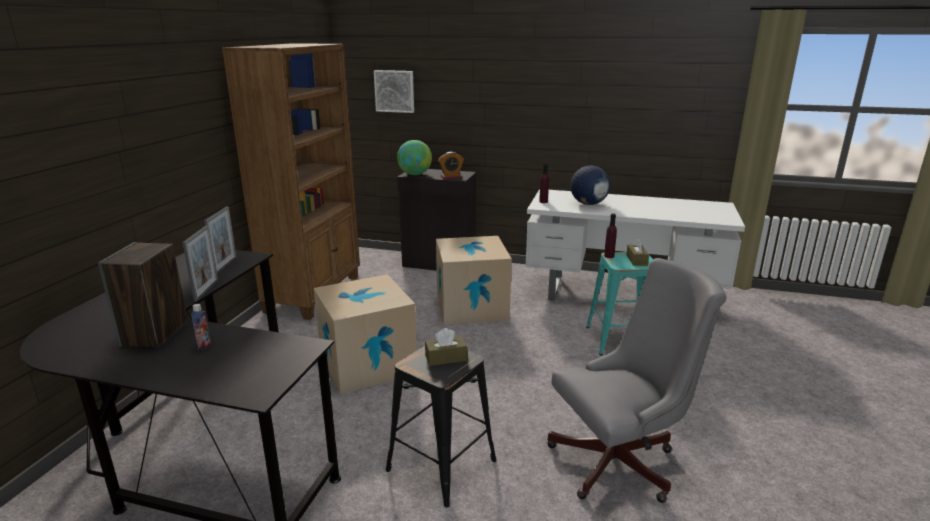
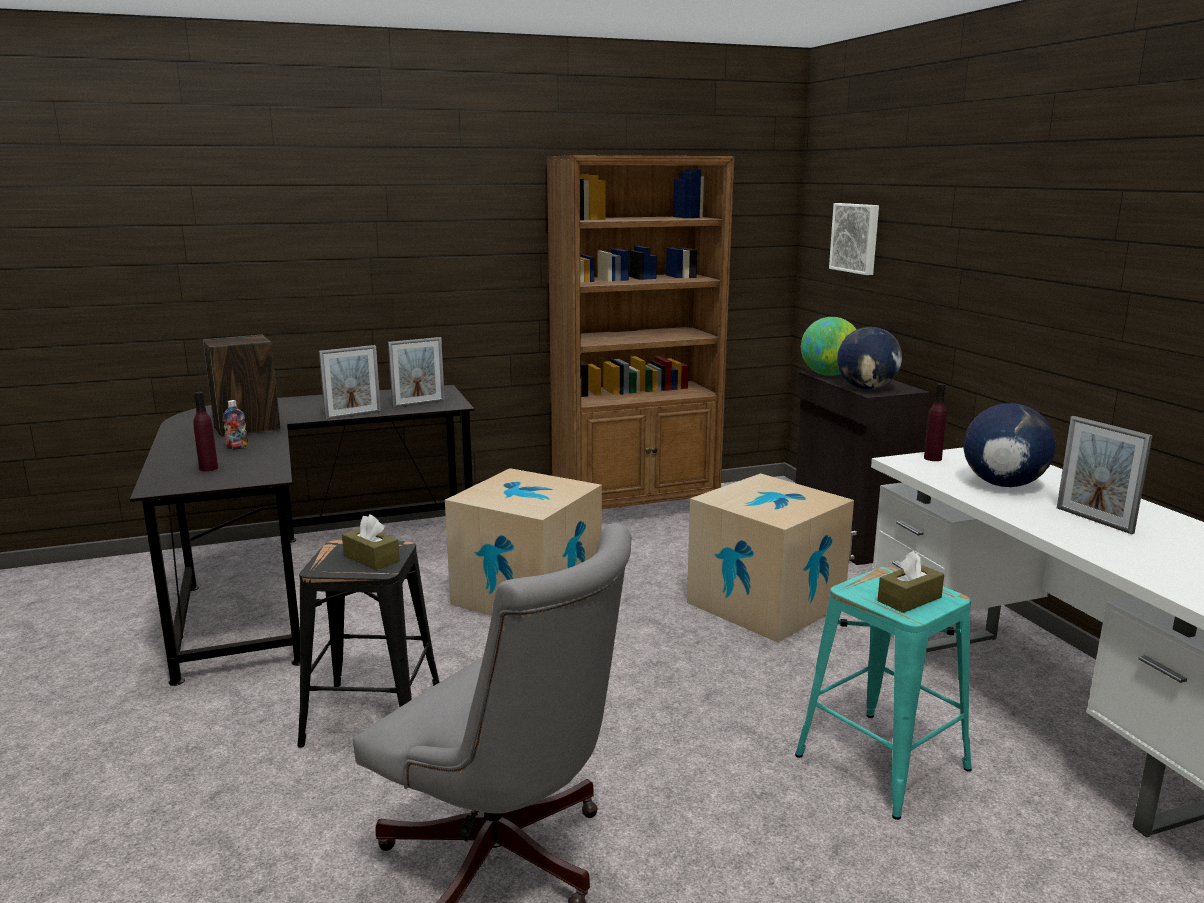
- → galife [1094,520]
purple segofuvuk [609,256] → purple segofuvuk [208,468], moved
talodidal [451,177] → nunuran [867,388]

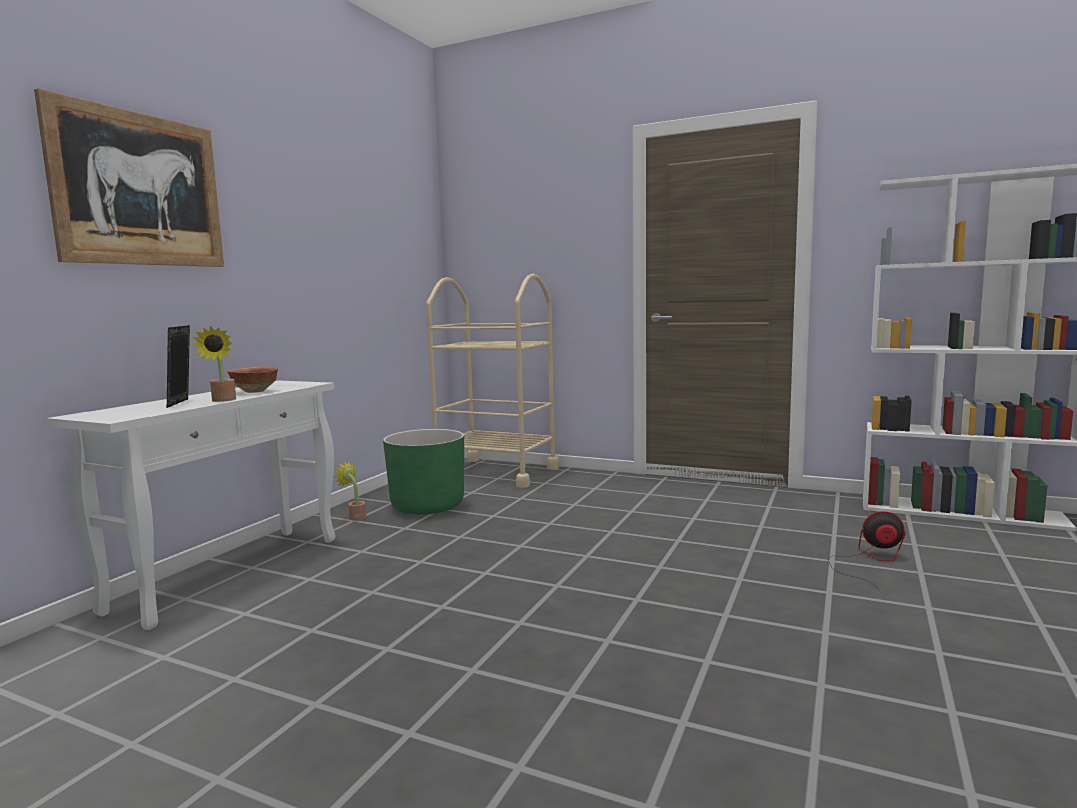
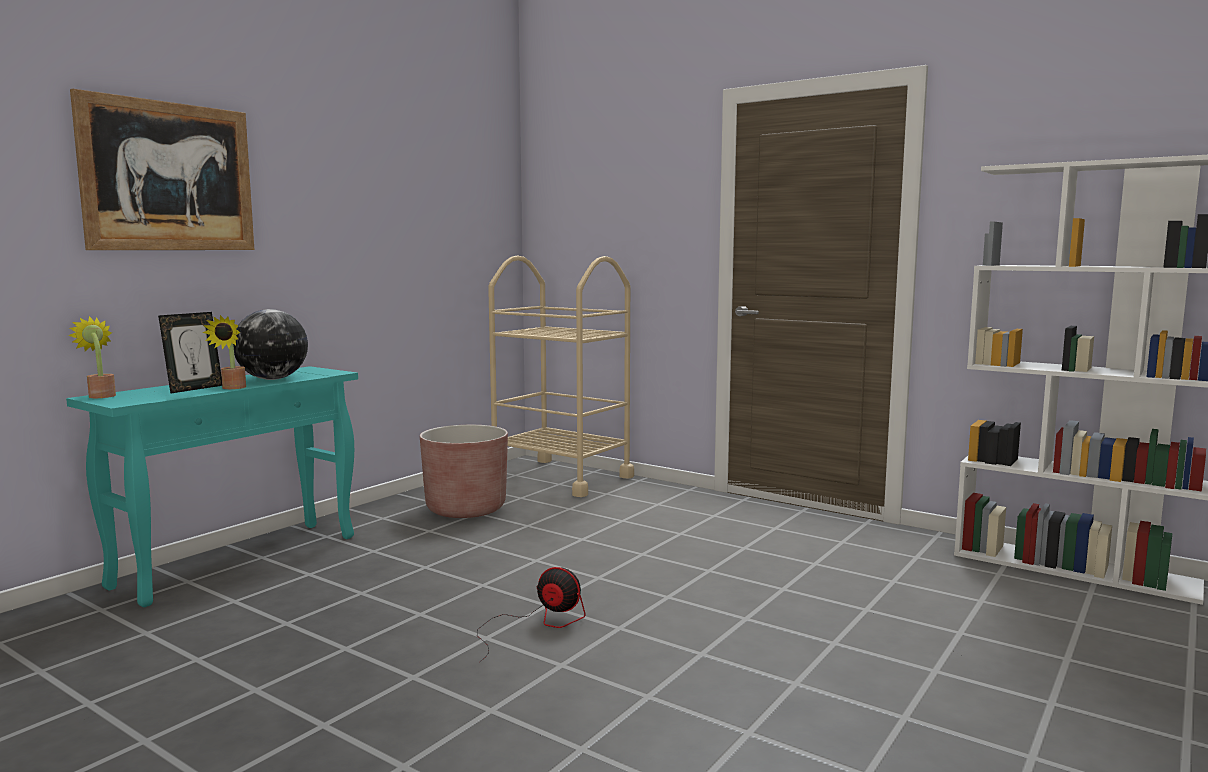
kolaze [355,517] → kolaze [101,395], moved
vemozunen [870,560] → vemozunen [536,624], moved
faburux [256,391] → nunuran [273,379]
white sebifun [231,572] → turquoise sebifun [240,560]
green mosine [427,506] → brown mosine [466,509]
galife [182,403] → galife [194,389], 150 degrees counterclockwise

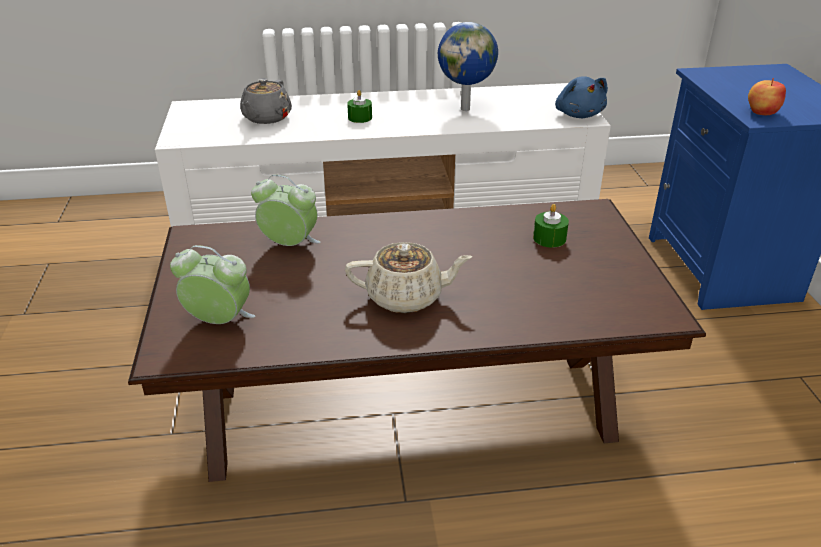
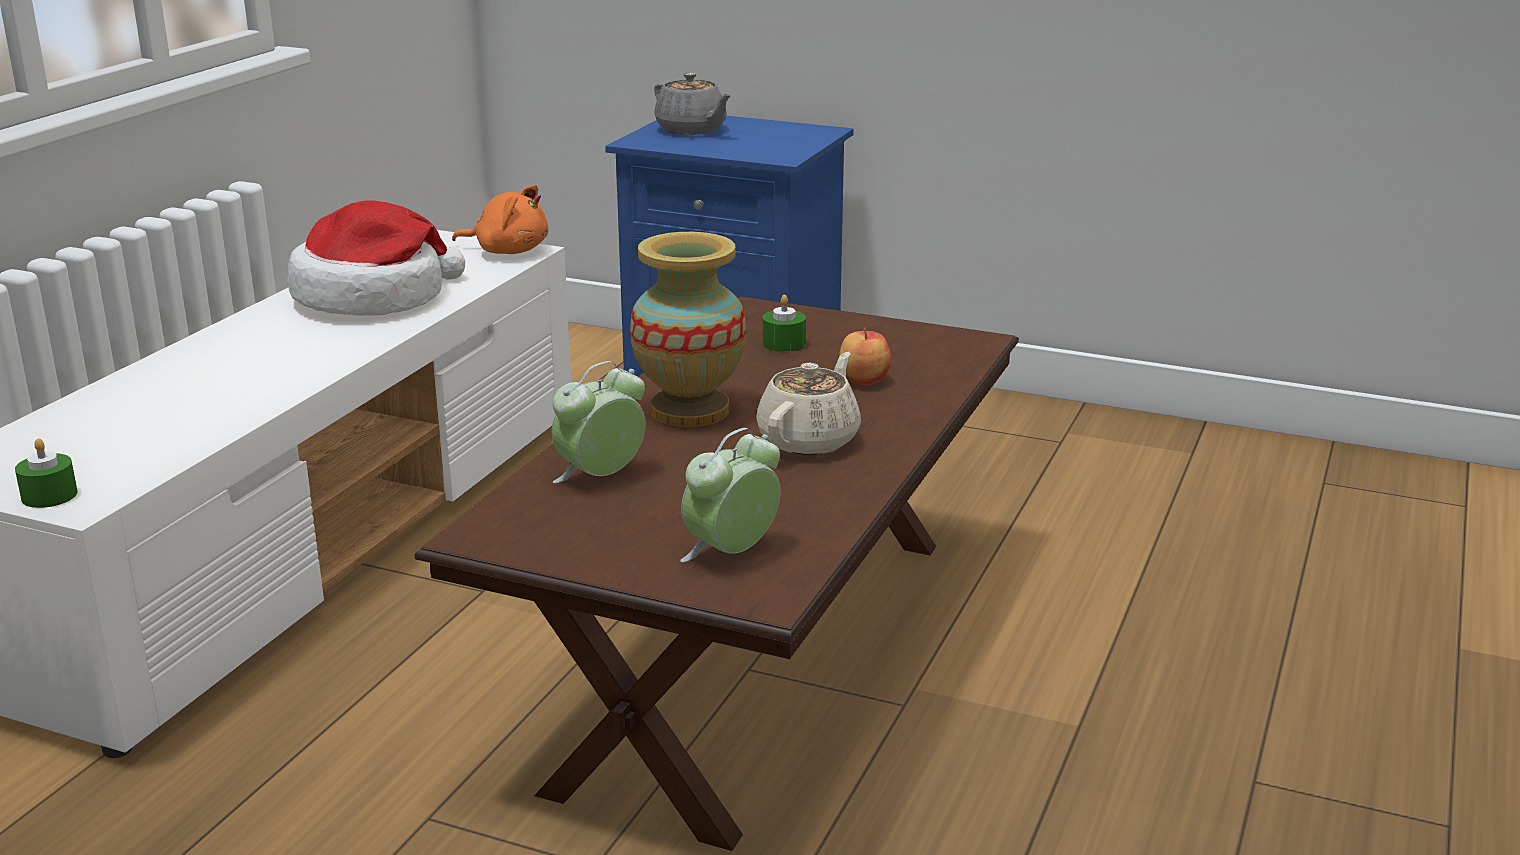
- → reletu [689,411]
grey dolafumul [266,118] → grey dolafumul [692,130], moved
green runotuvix [360,118] → green runotuvix [49,495], moved
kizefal [762,112] → kizefal [863,380], moved
nunuran [466,108] → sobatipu [373,297]
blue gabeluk [578,114] → orange gabeluk [508,251]

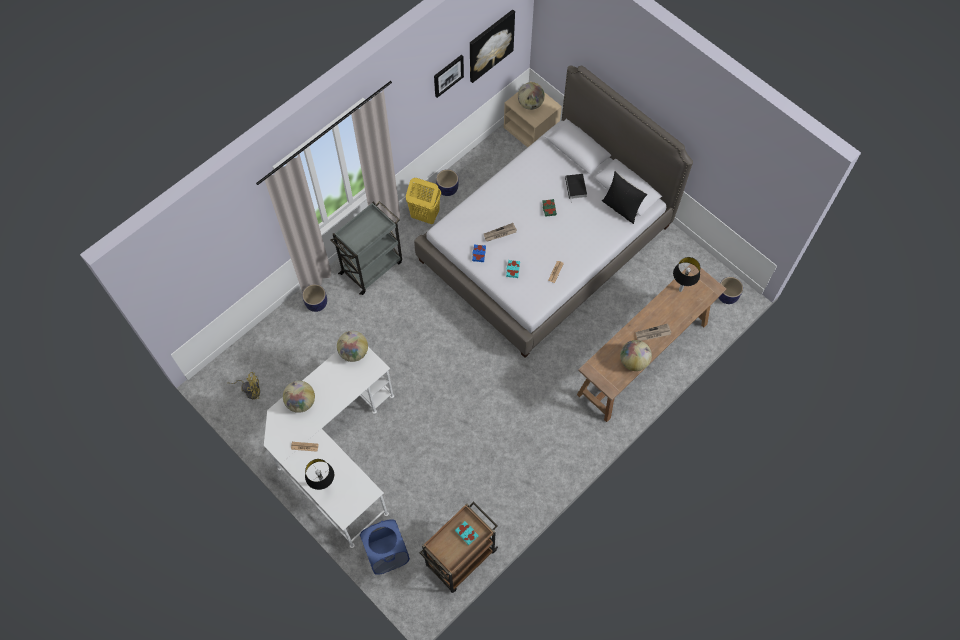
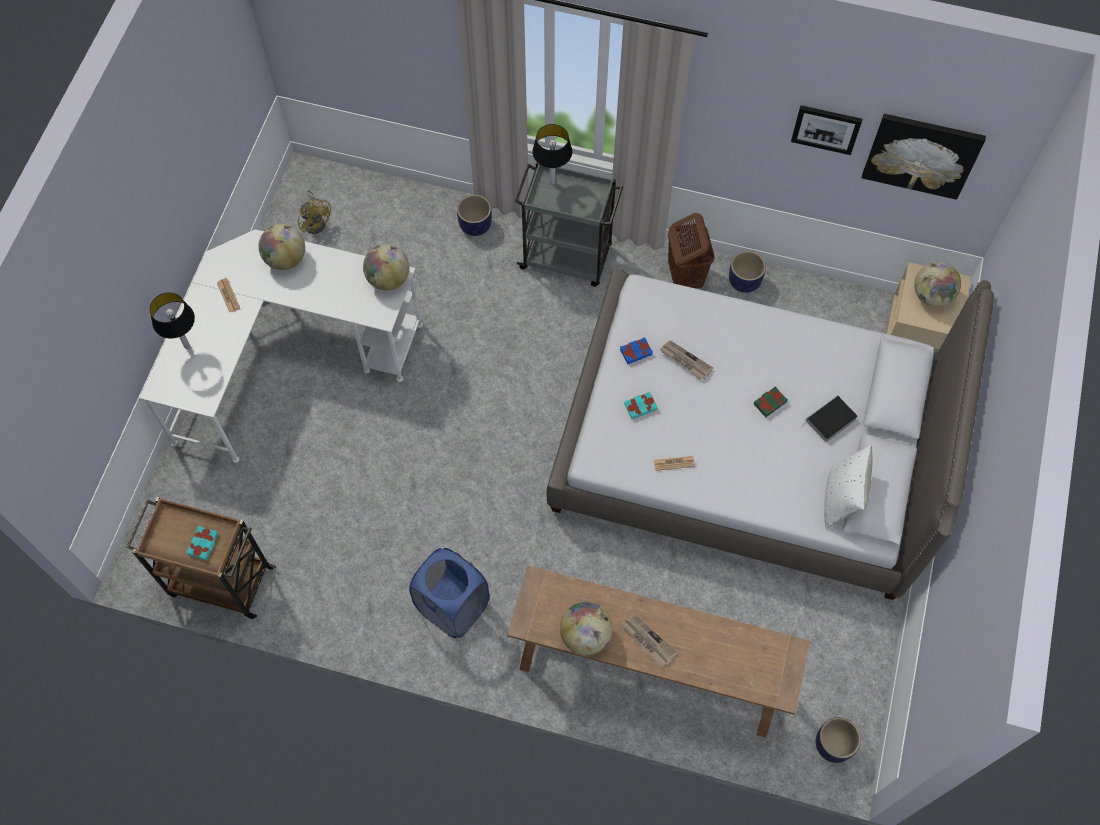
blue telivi [387,554] → blue telivi [452,607], moved
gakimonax [680,290] → gakimonax [552,182], moved
yellow telivi [424,215] → brown telivi [685,276]
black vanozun [621,208] → white vanozun [841,499]

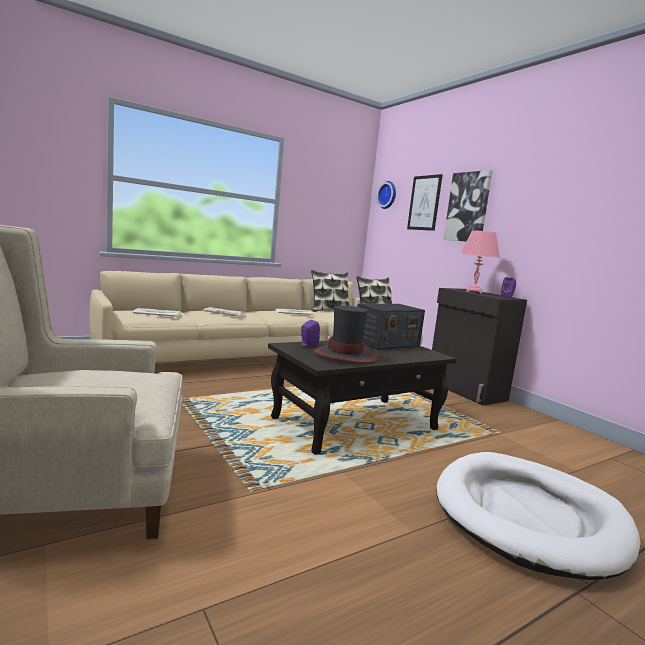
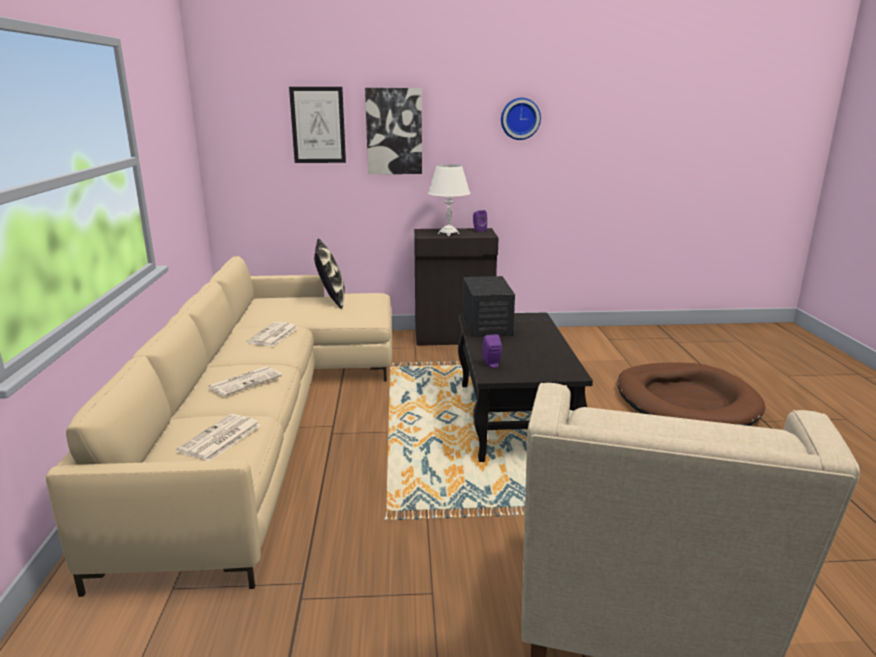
vanozun [328,311] → -
sobatipu [346,356] → -
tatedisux [388,195] → tatedisux [520,118], moved
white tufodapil [529,516] → brown tufodapil [685,402]
pink gakimonax [474,292] → white gakimonax [448,233]

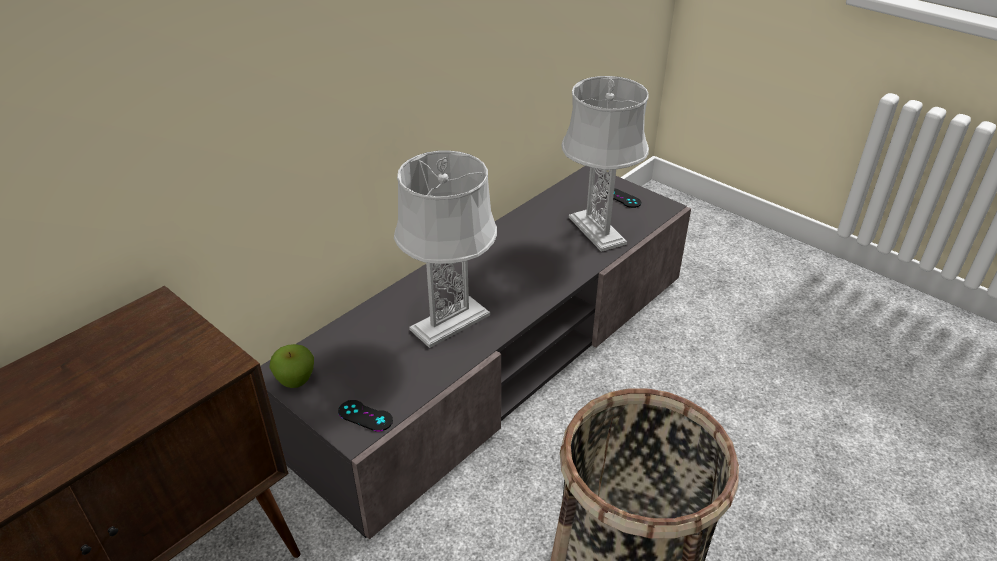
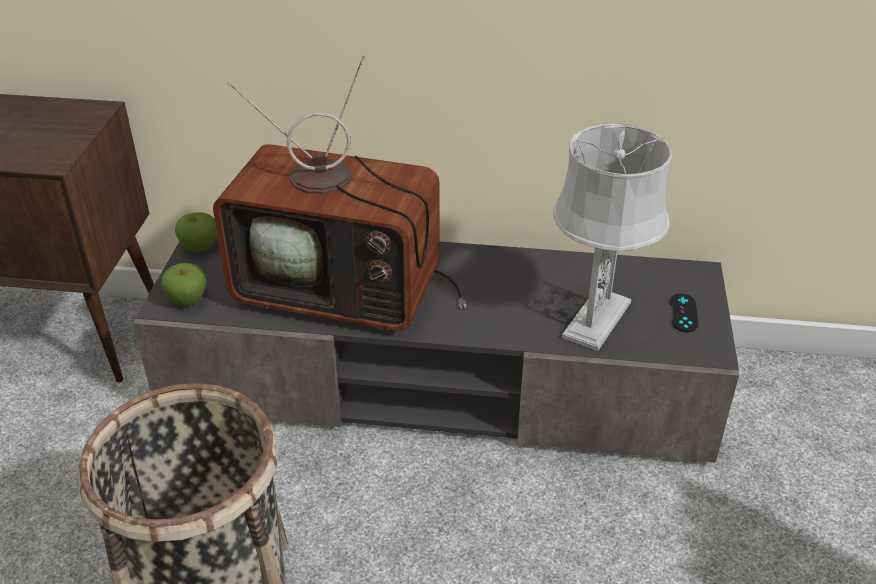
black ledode [365,416] → kizefal [188,301]
grey gakimonax [450,322] → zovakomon [346,290]

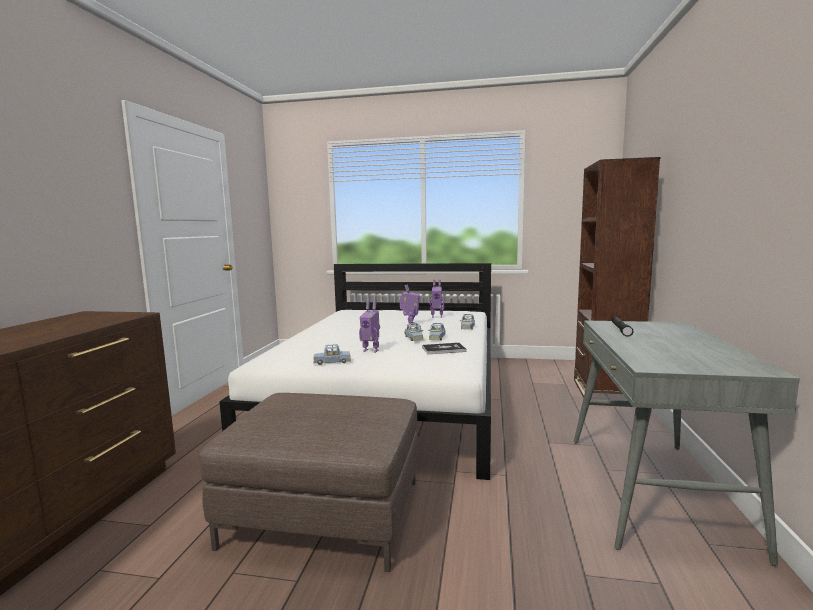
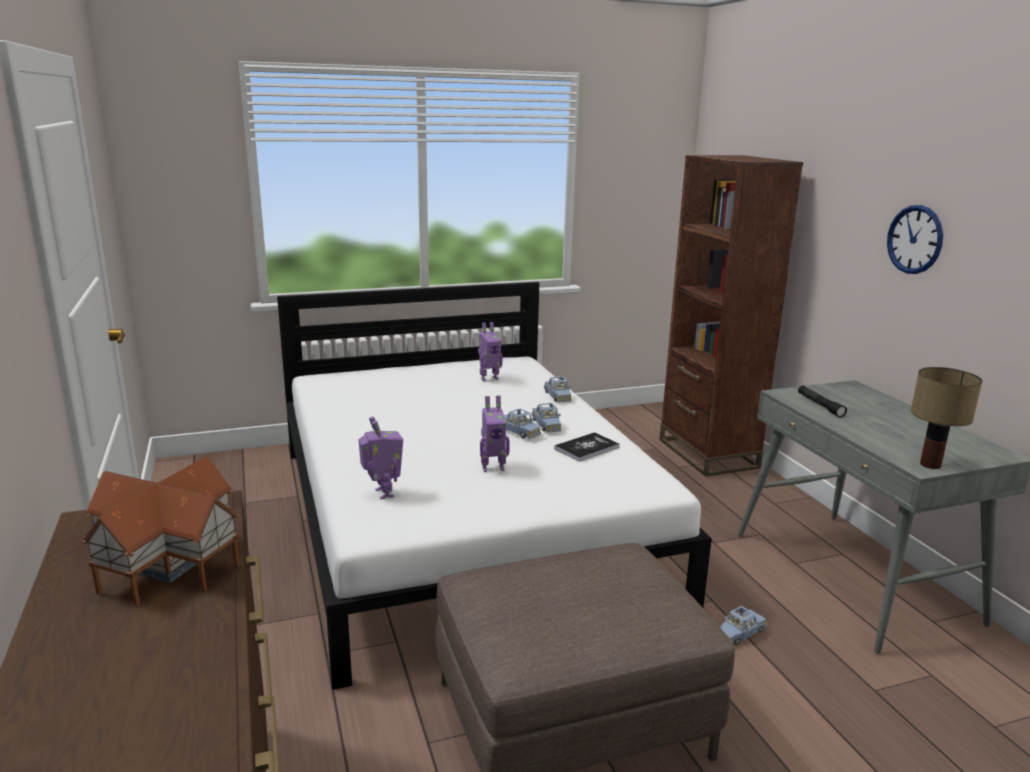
- → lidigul [172,563]
- → tatedisux [915,239]
- → gakimonax [930,464]
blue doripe [332,362] → blue doripe [740,633], moved
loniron [410,324] → loniron [383,493], moved

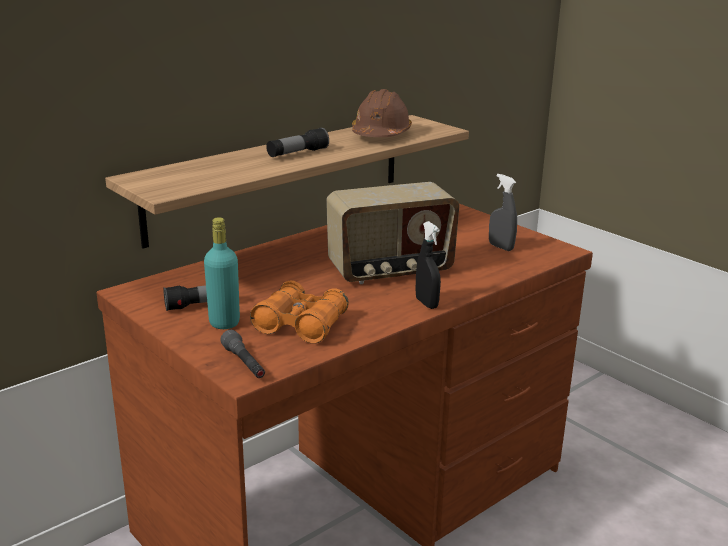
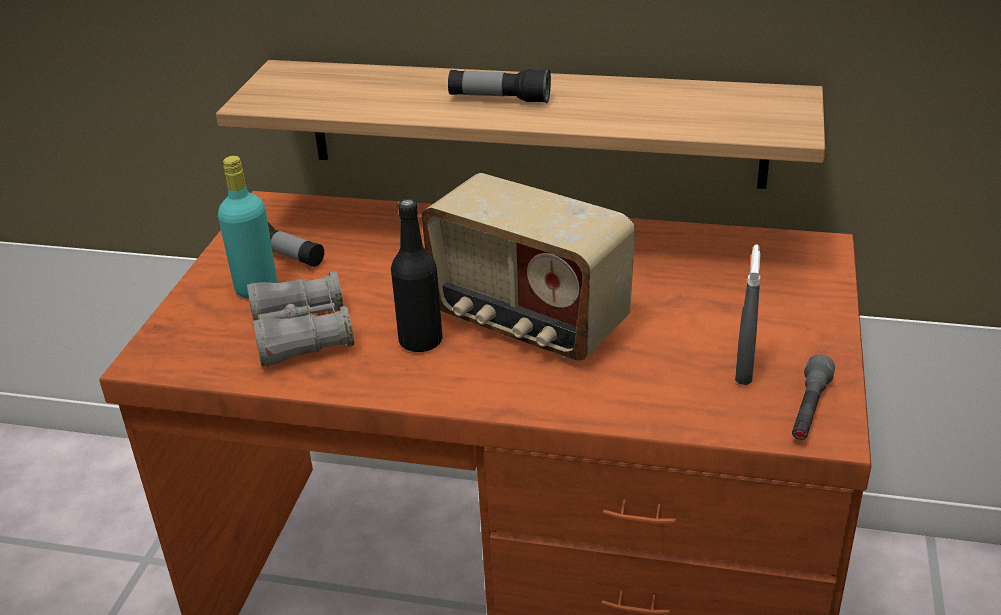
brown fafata [381,134] → -
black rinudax [426,303] → -
- → black segofuvuk [420,341]
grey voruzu [244,364] → grey voruzu [809,410], moved
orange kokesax [301,325] → grey kokesax [301,335]

